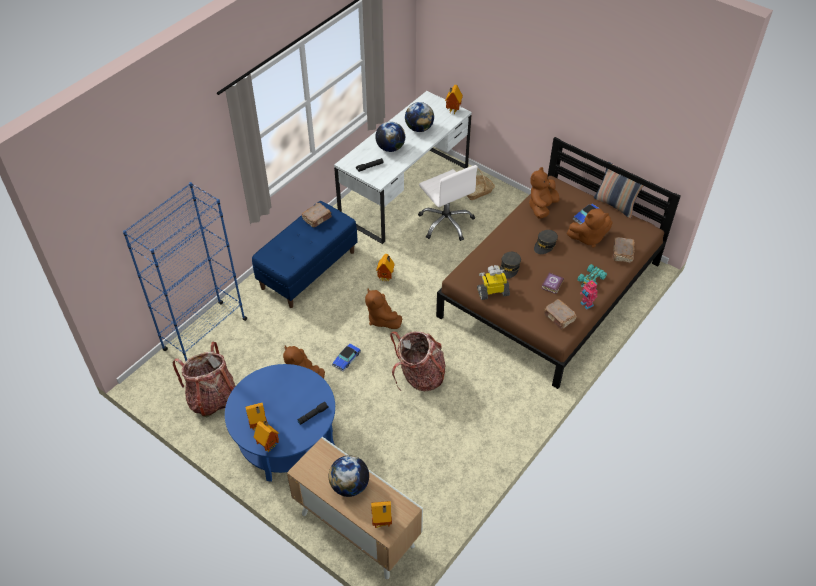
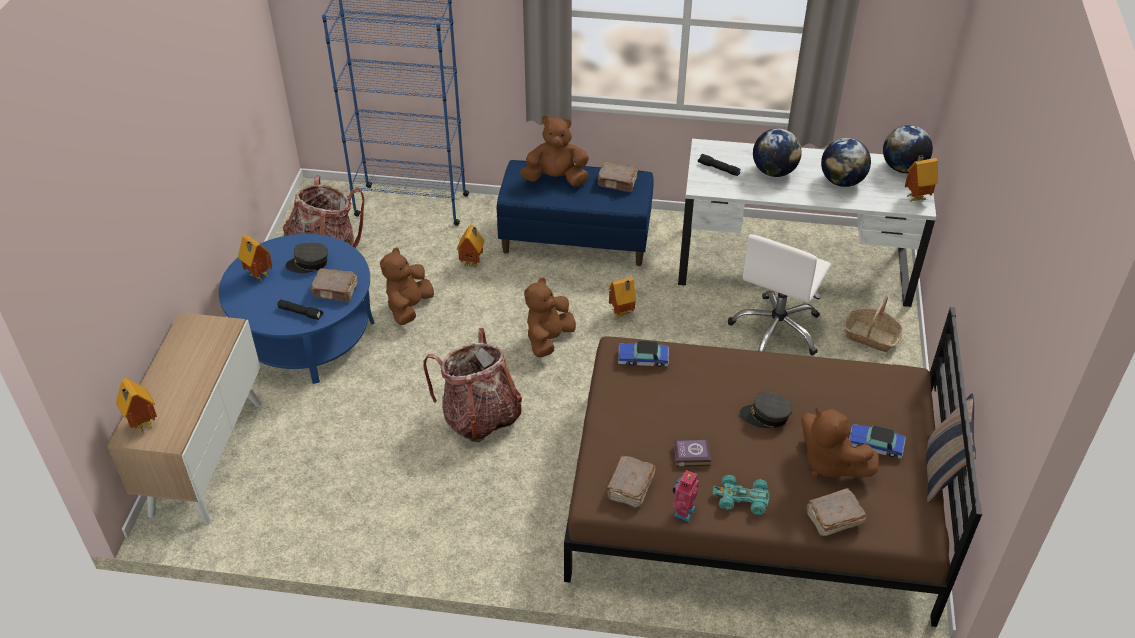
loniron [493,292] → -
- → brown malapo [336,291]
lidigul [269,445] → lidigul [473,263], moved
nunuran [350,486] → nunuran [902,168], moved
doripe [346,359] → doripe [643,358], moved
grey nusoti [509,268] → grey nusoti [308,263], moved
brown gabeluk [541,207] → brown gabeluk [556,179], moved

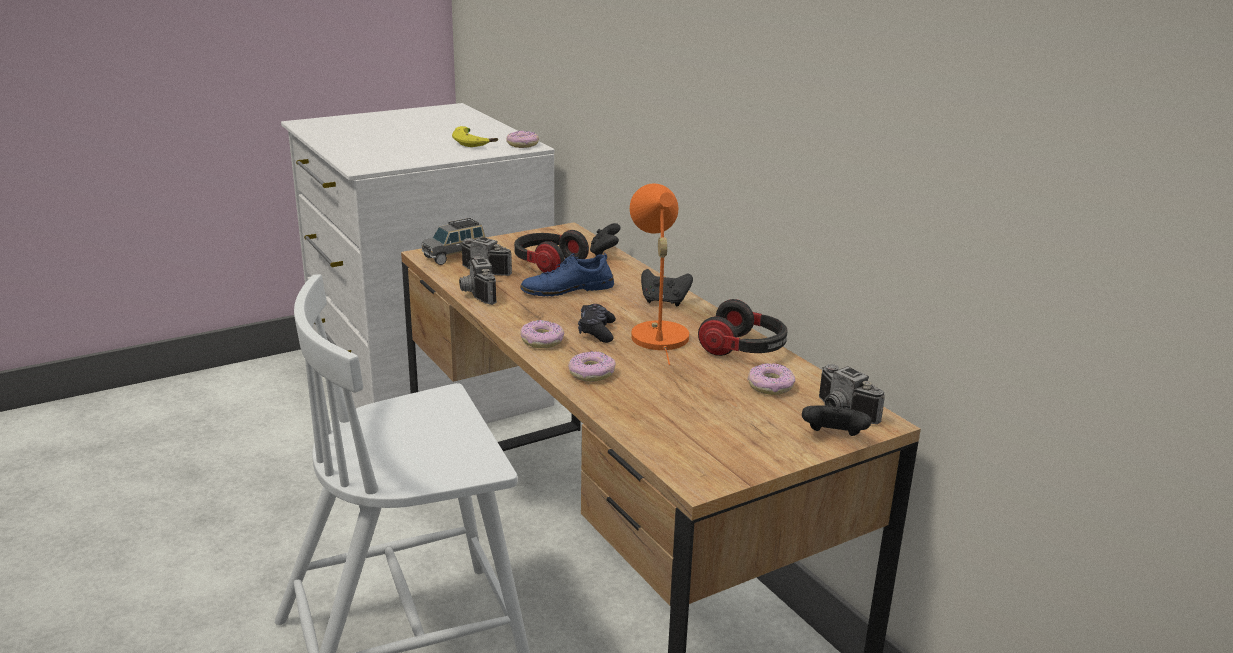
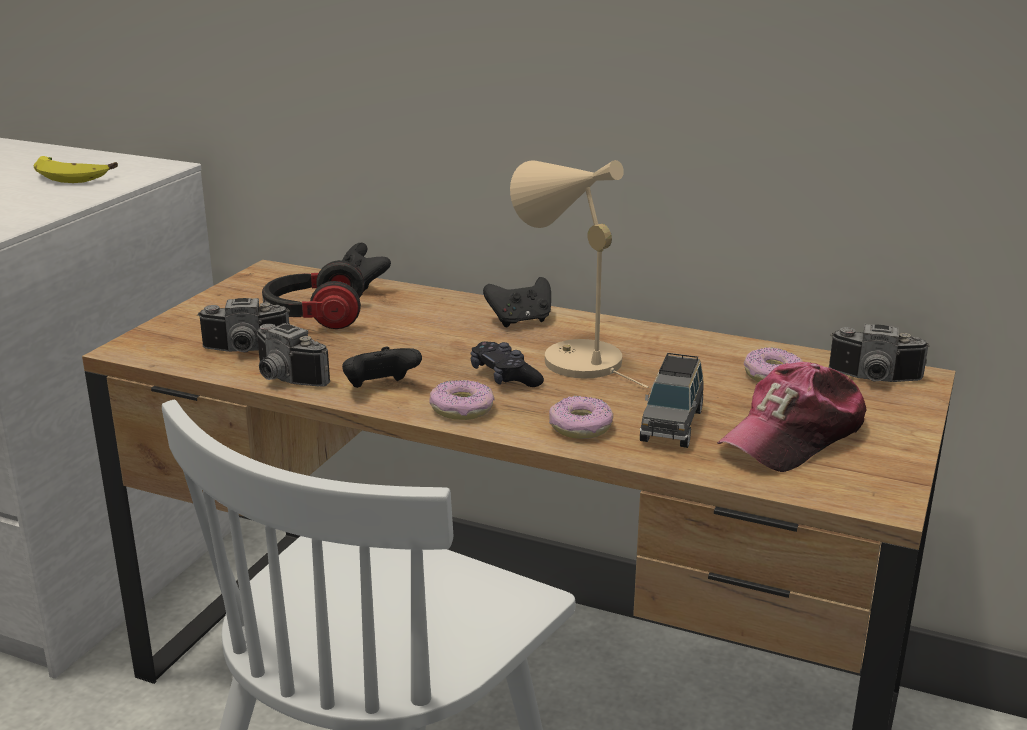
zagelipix [522,144] → -
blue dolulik [567,289] → -
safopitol [744,349] → -
- → nusoti [793,436]
grey doripe [455,256] → grey doripe [672,425], moved
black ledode [833,438] → black ledode [380,388], moved
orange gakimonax [656,333] → beige gakimonax [572,358]

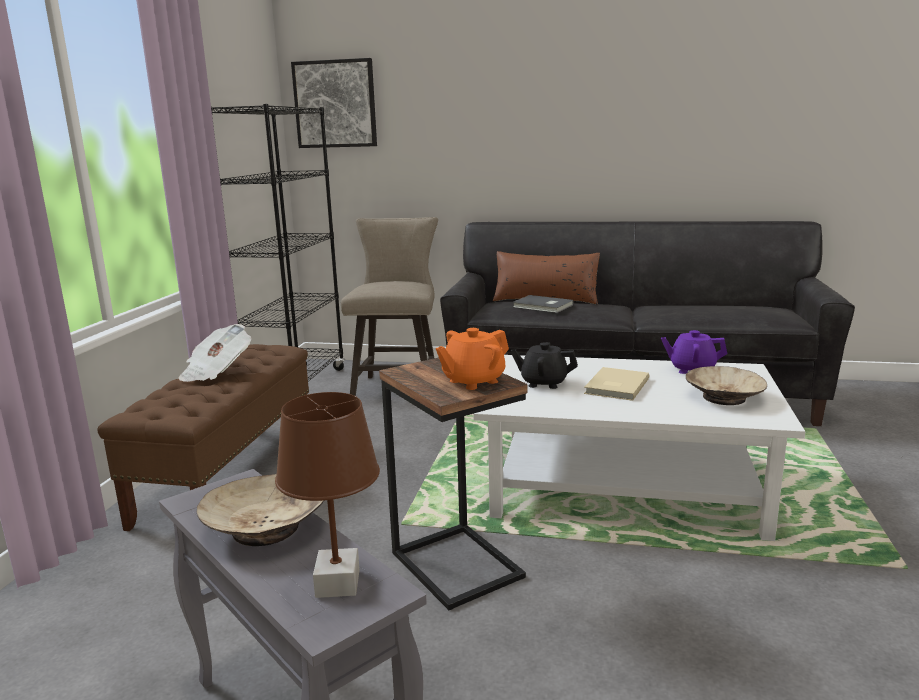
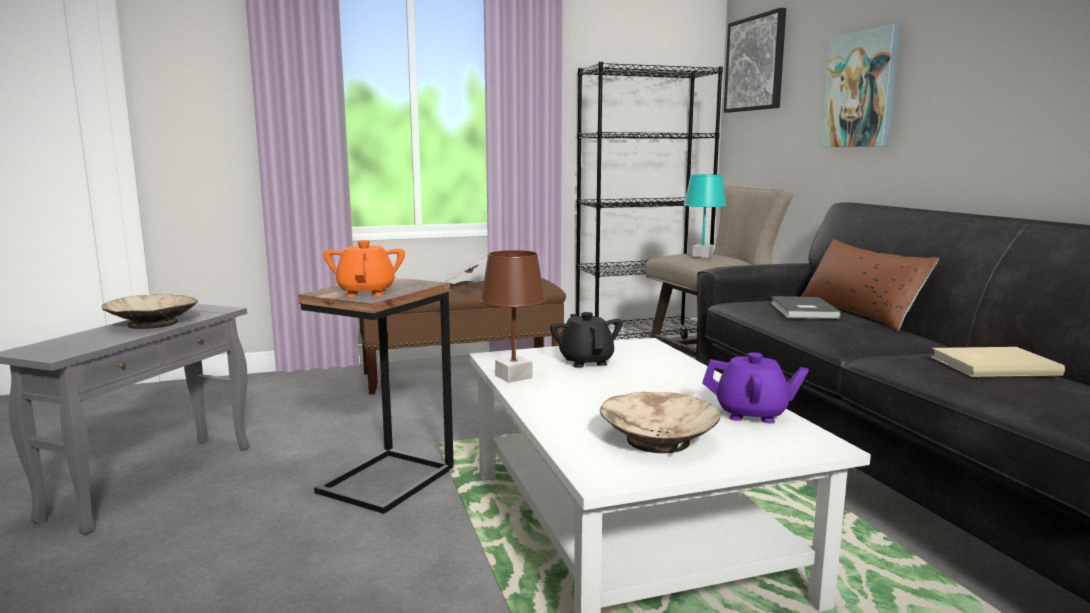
- → turquoise gakimonax [702,256]
- → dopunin [860,90]
brown gakimonax [338,584] → brown gakimonax [513,377], moved
beige malapo [615,386] → beige malapo [991,365], moved
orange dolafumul [473,381] → orange dolafumul [366,292], 60 degrees clockwise
purple dolafumul [692,369] → purple dolafumul [752,414], 120 degrees clockwise

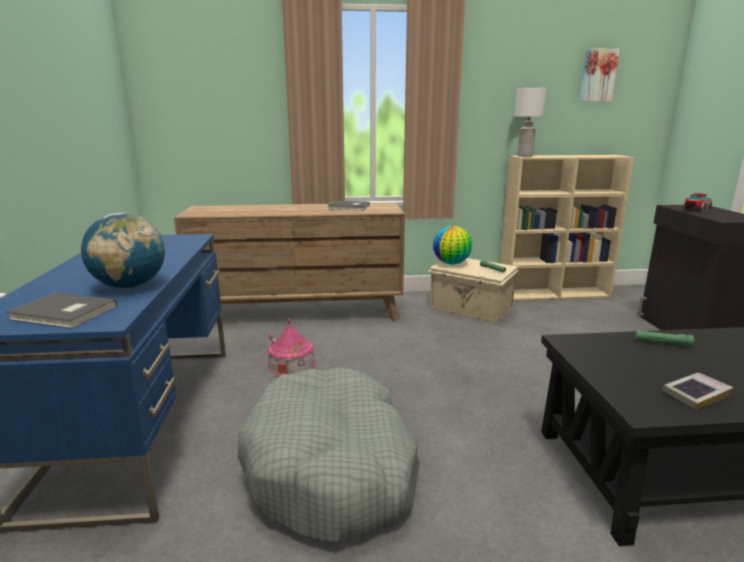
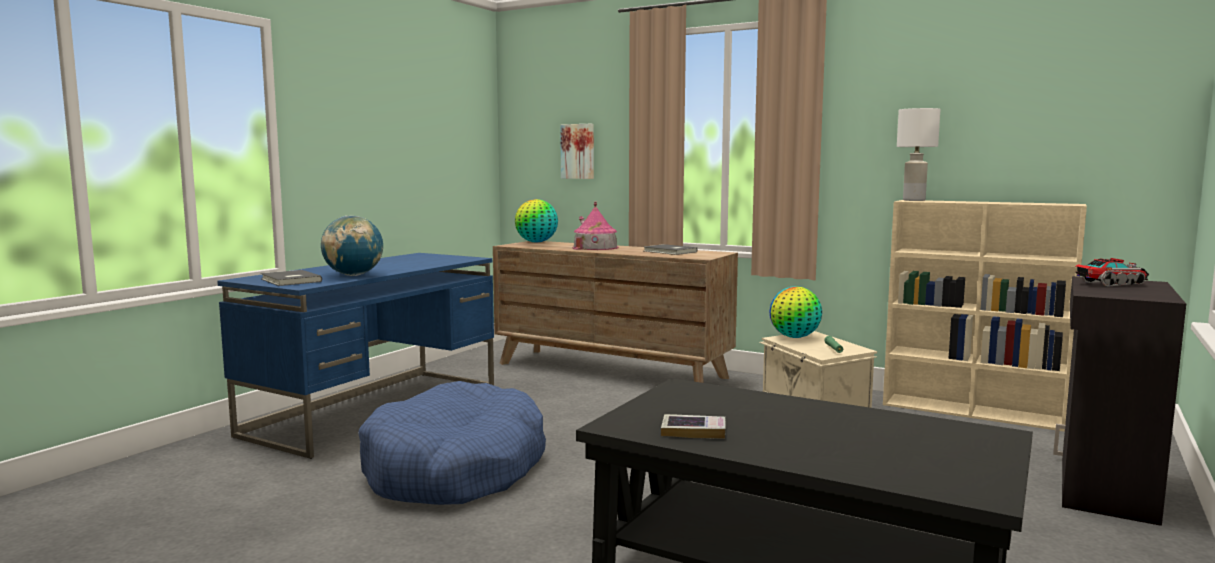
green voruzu [662,343] → -
- → nunuran [536,242]
lidigul [291,363] → lidigul [595,247], moved
dopunin [597,75] → dopunin [578,151], moved
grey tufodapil [332,469] → blue tufodapil [455,469]

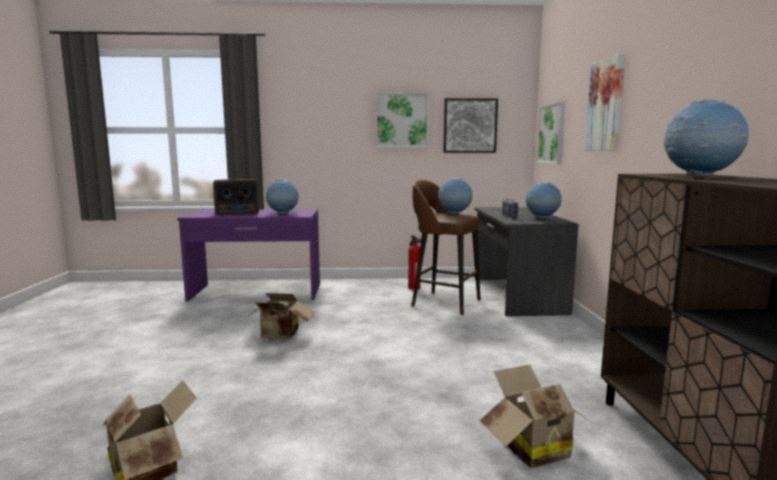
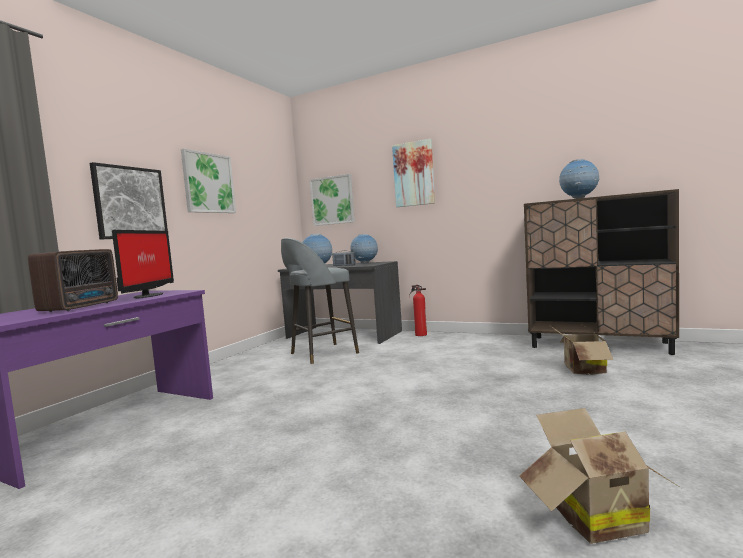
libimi [280,335] → -
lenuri [413,287] → lenuri [420,334], moved
dopunin [470,126] → dopunin [130,203], moved
nunuran [283,214] → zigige [147,296]
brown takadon [444,302] → grey takadon [322,354]

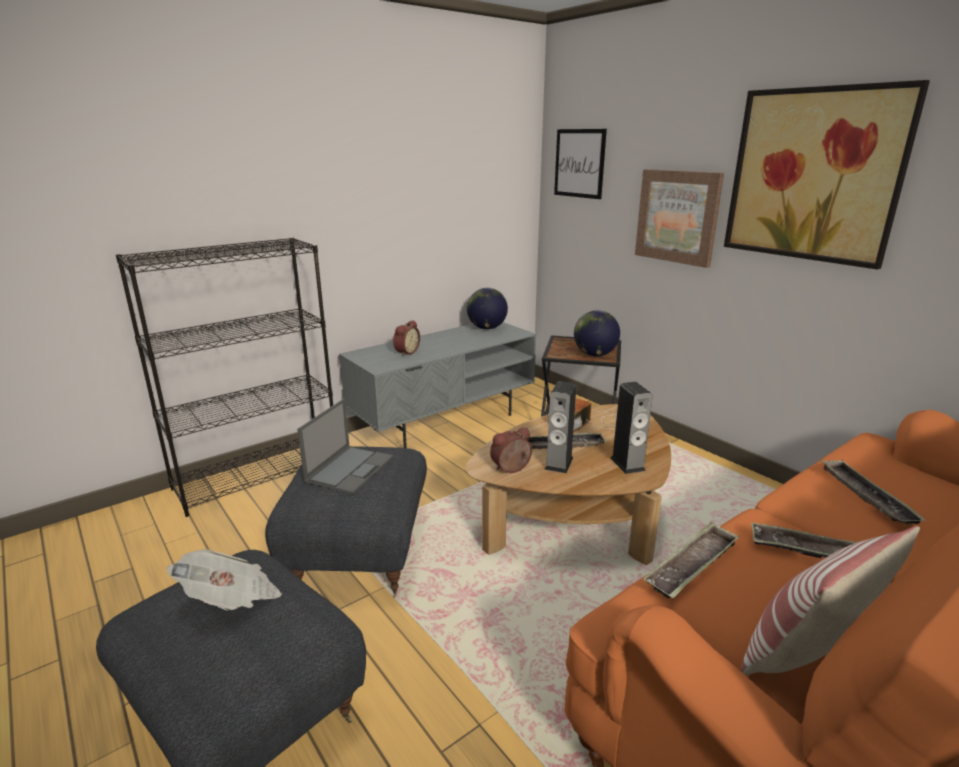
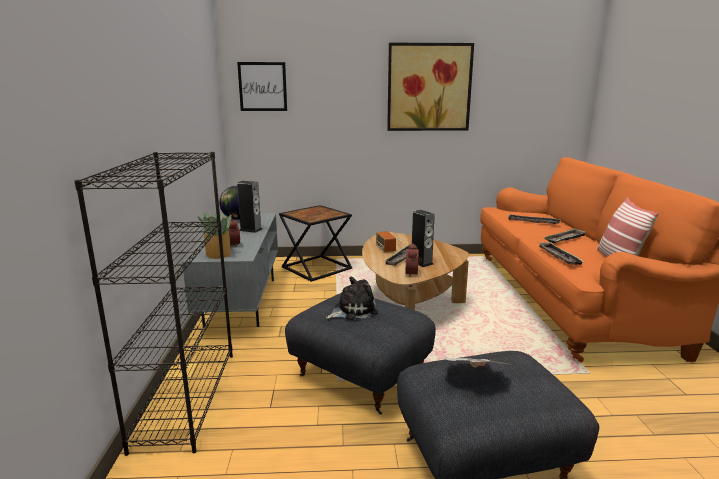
nunuran [595,355] → -
dopunin [677,216] → -
- → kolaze [218,254]
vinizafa [627,464] → vinizafa [251,230], moved
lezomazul [350,468] → gabeluk [353,311]

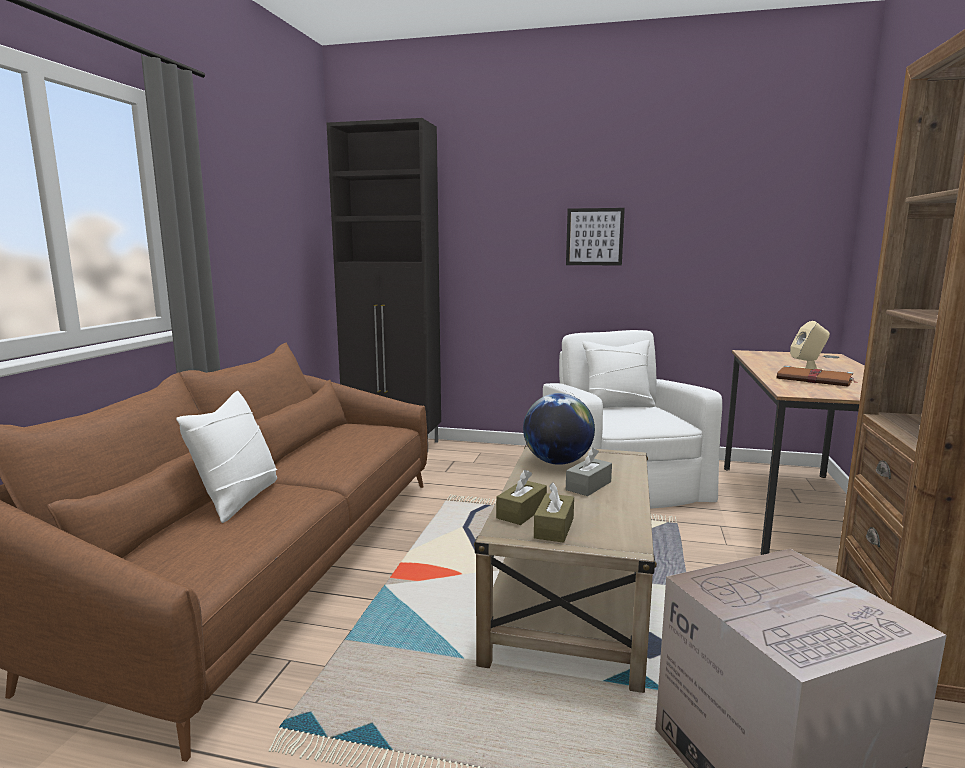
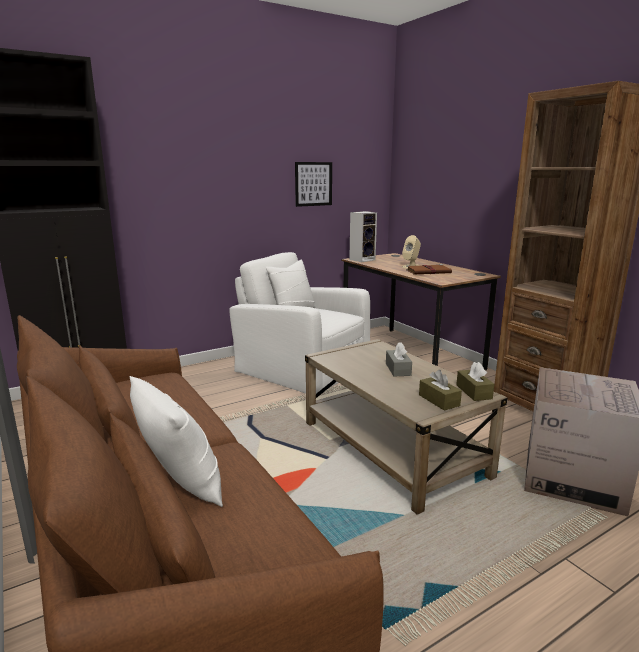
nunuran [557,462] → -
- → vinizafa [362,259]
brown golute [521,512] → brown golute [473,392], moved
dopunin [594,237] → dopunin [313,184], moved

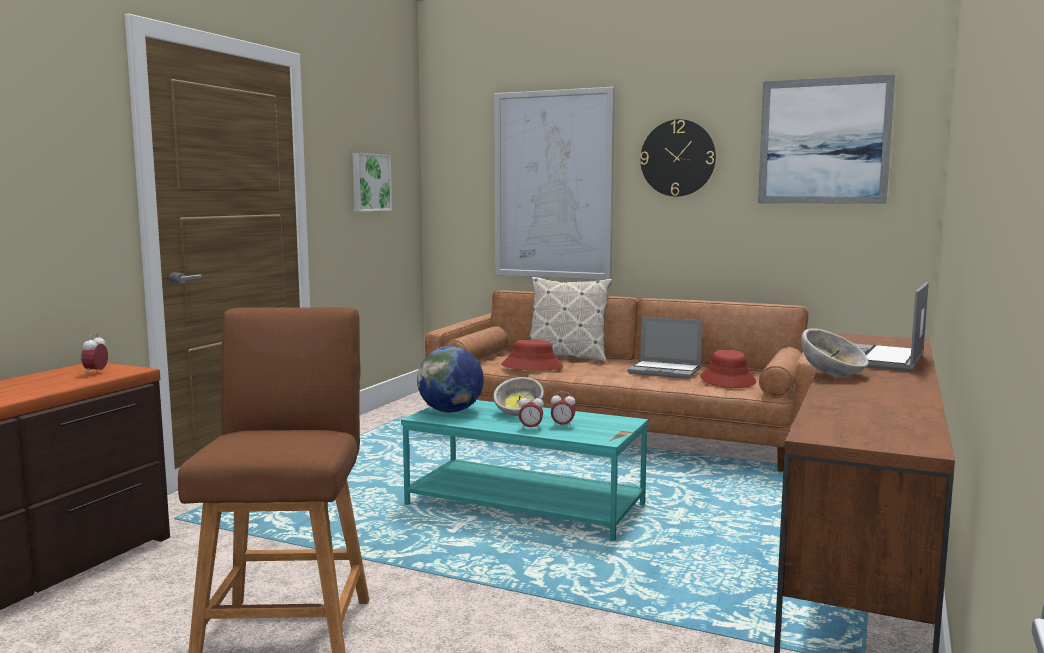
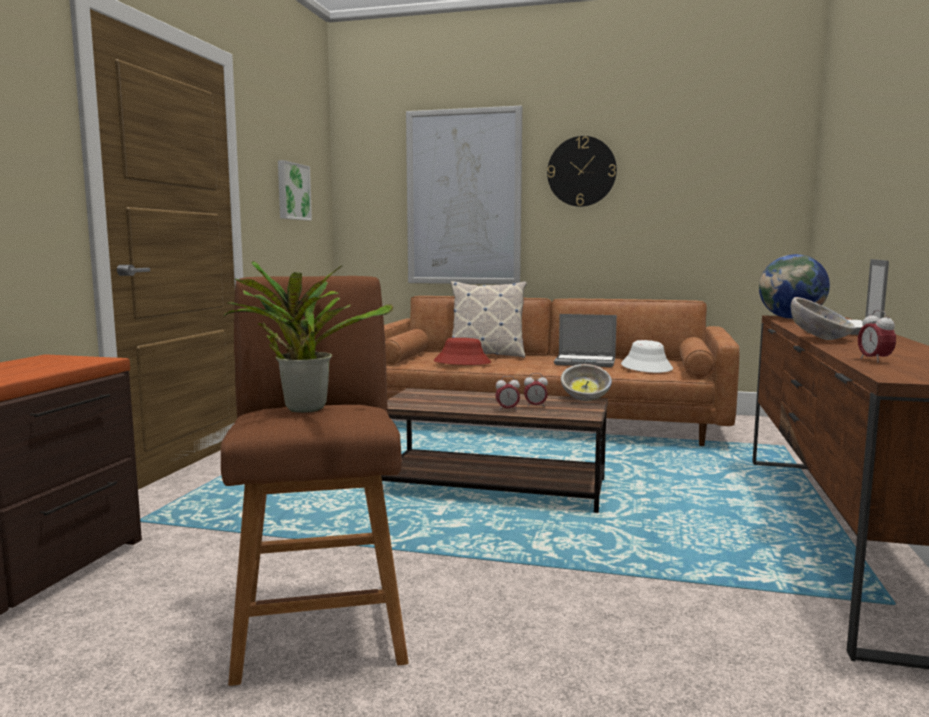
dopunin [824,141] → -
- → kolaze [302,408]
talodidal [96,372] → talodidal [874,360], moved
nunuran [450,411] → nunuran [791,318], moved
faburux [519,414] → faburux [586,399], moved
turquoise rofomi [526,505] → brown rofomi [494,487]
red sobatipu [728,380] → white sobatipu [646,367]

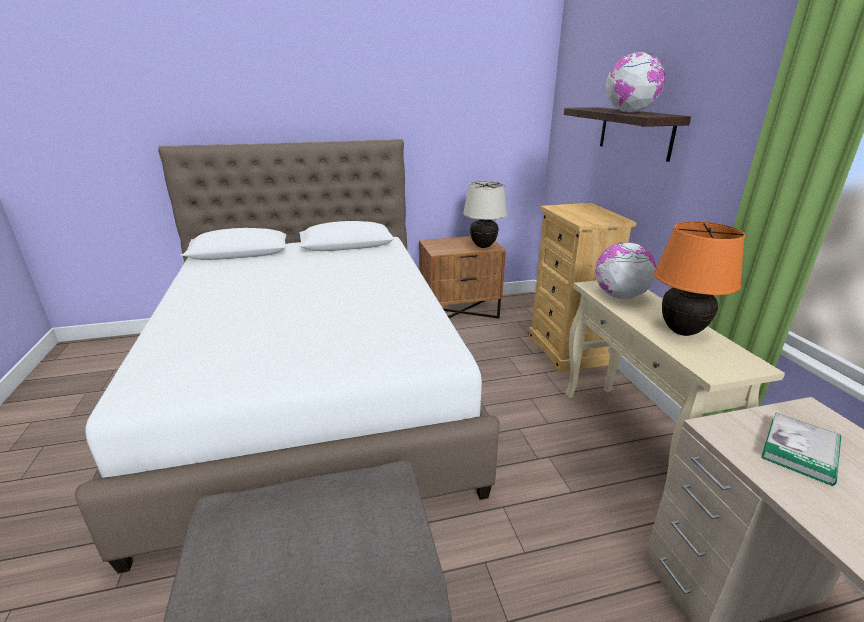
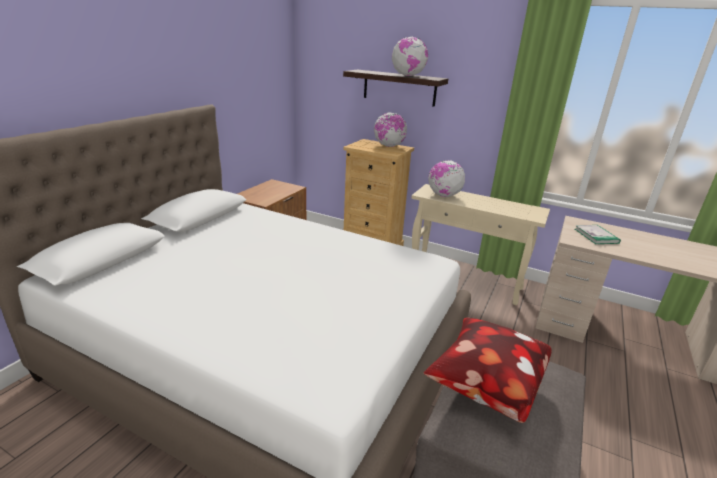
beige gakimonax [483,246] → -
orange gakimonax [682,331] → -
- → nunuran [389,146]
- → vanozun [484,387]

